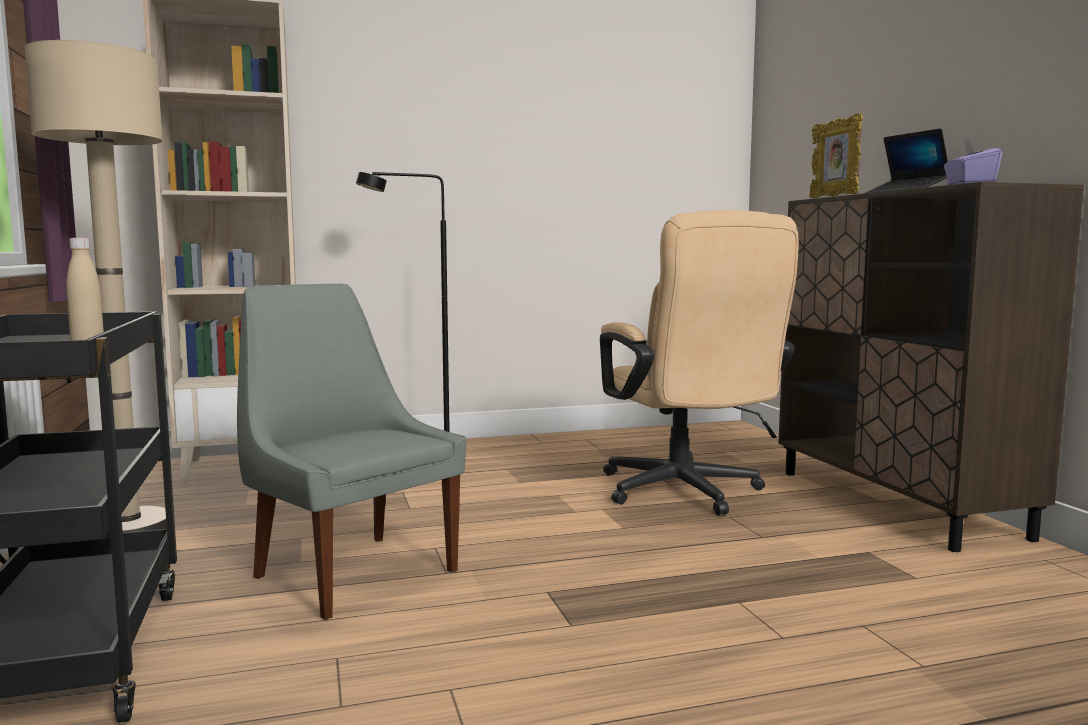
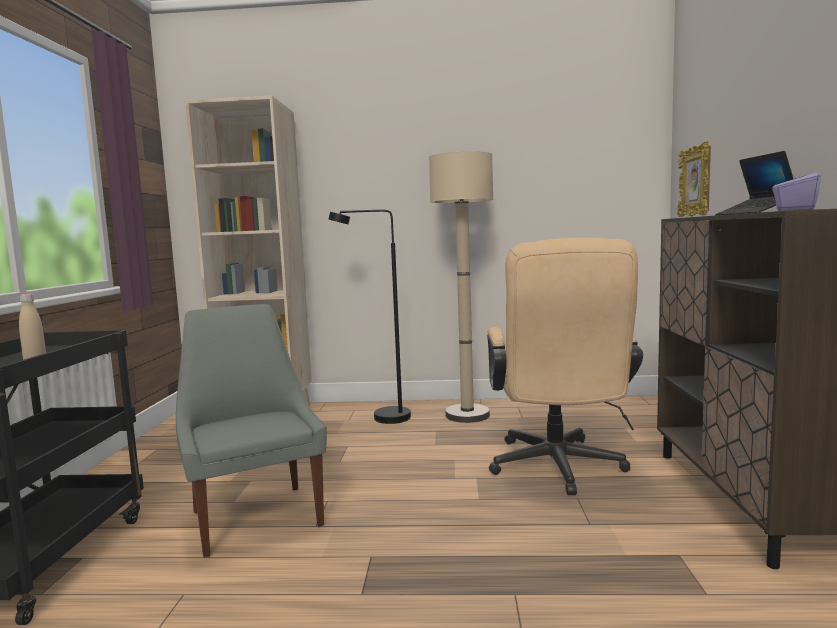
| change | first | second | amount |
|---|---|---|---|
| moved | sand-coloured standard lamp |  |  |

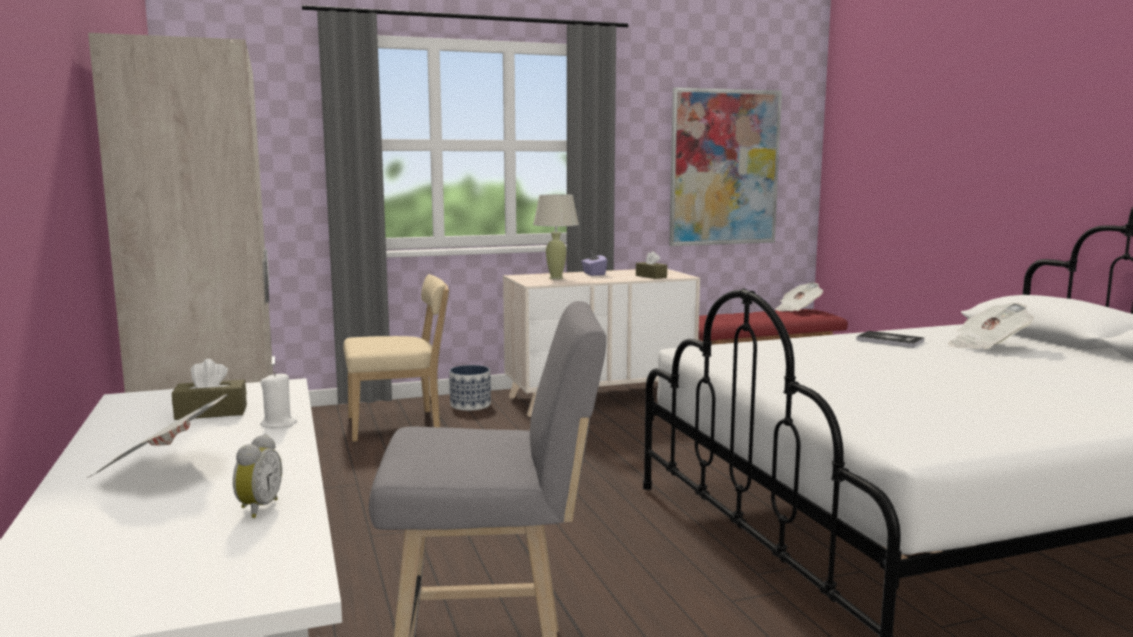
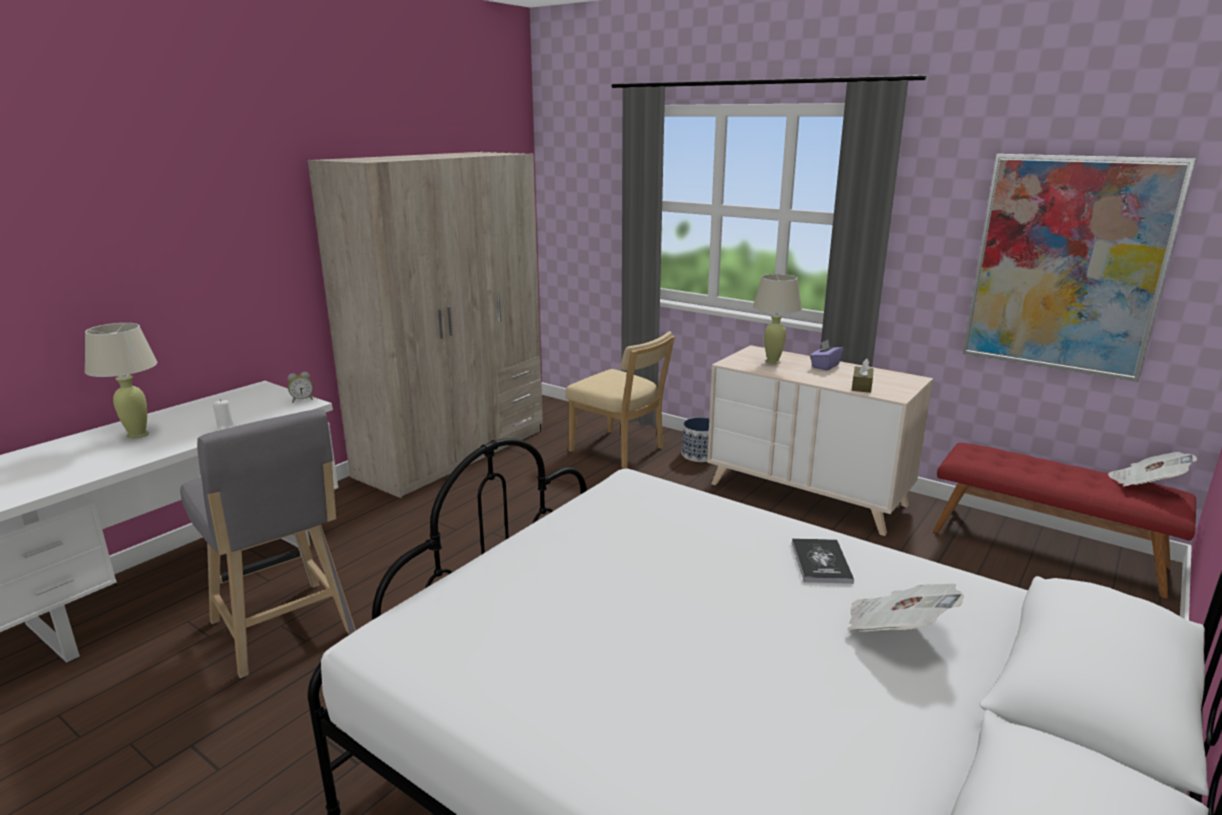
| change | first | second | amount |
|---|---|---|---|
| replaced | daily paper (1st from left) | sand-coloured lamp for a table (1st from left) |  |
| removed | brown-coloured tissue holder (1st from left) |  |  |
| moved | bedside clock |  |  |

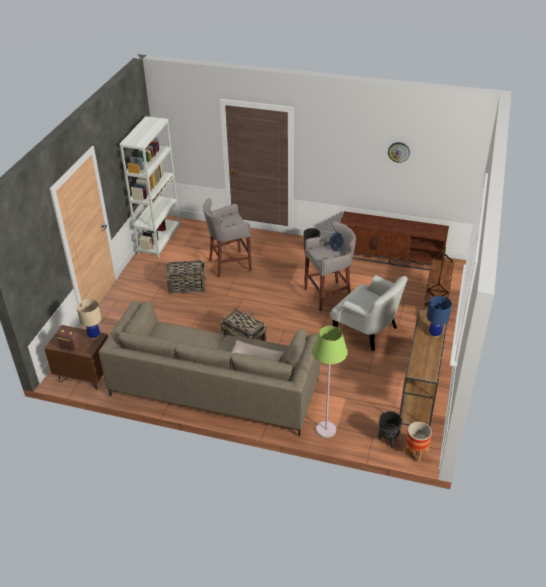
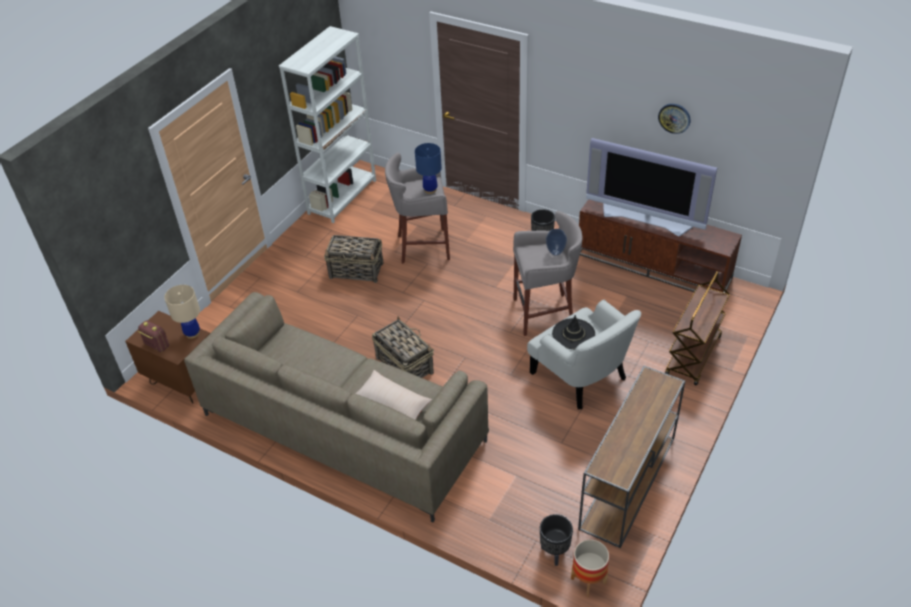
| change | first | second | amount |
|---|---|---|---|
| removed | green standard lamp |  |  |
| moved | blue-coloured lamp for a table |  |  |
| added |  | blackish hat |  |
| added |  | TV |  |

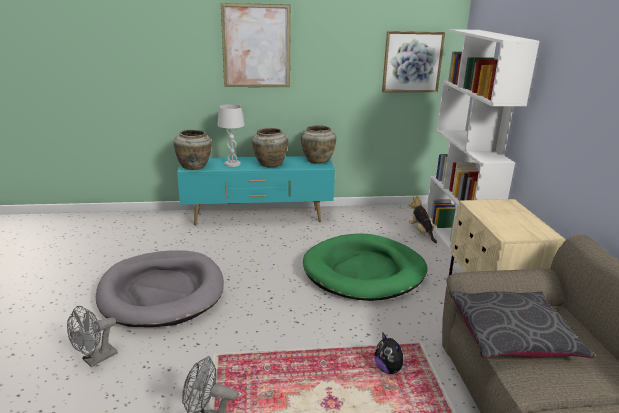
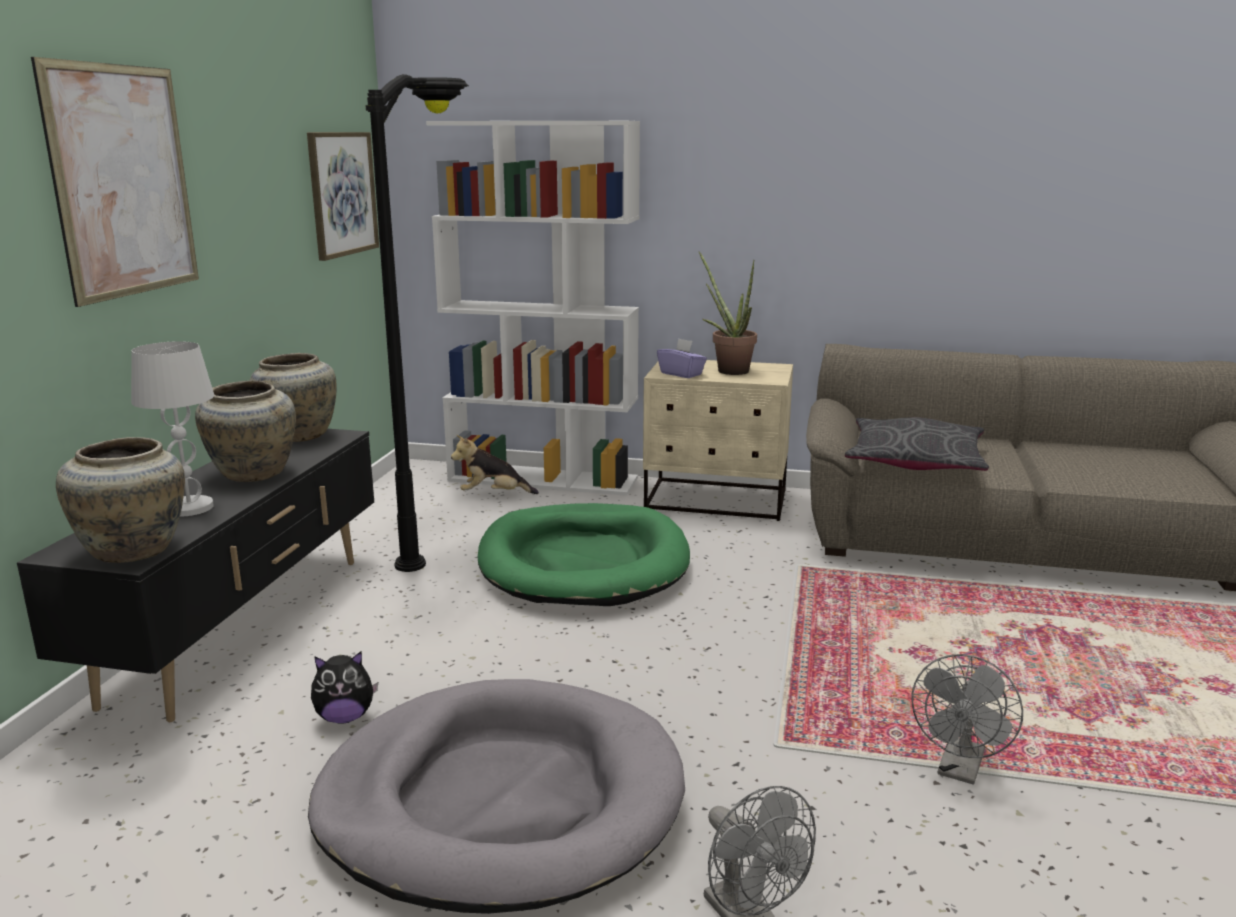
| change | first | second | amount |
|---|---|---|---|
| recoloured | turquoise-coloured tv unit | blackish tv unit |  |
| moved | soft toy (1st from left) |  |  |
| added |  | blackish standard lamp |  |
| added |  | purplish tissue holder |  |
| added |  | potted plant |  |

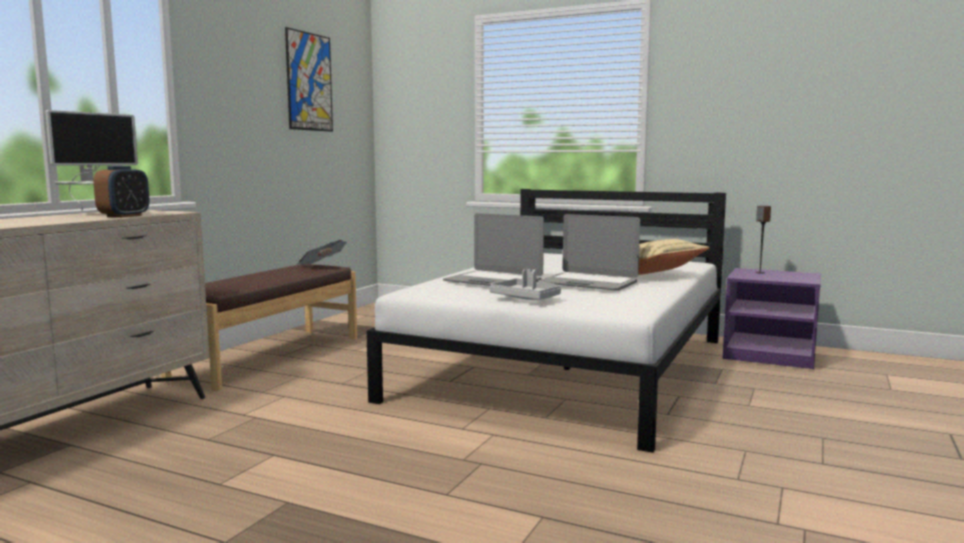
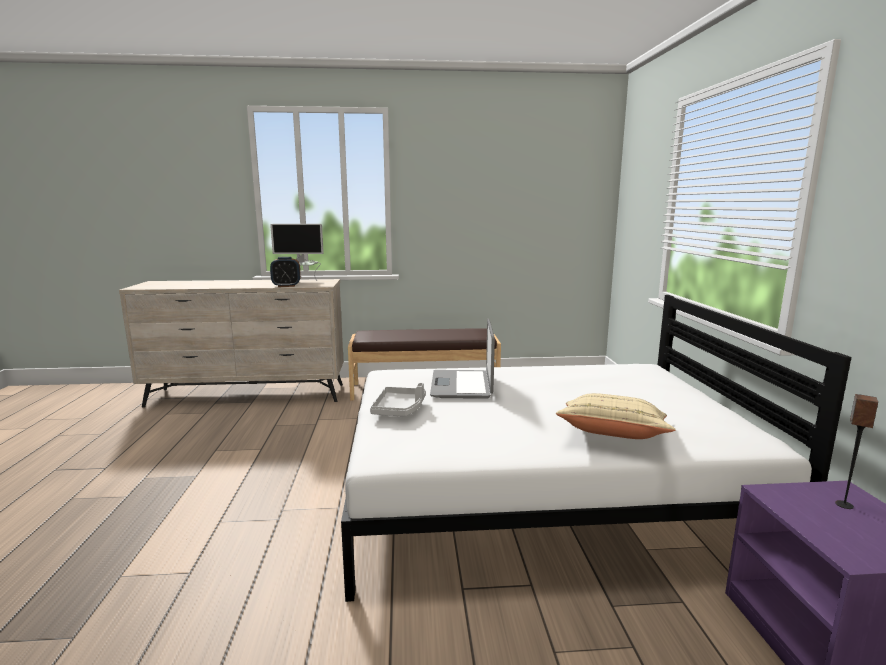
| change | first | second | amount |
|---|---|---|---|
| removed | wall art |  |  |
| removed | daily paper |  |  |
| removed | laptop (2nd from left) |  |  |

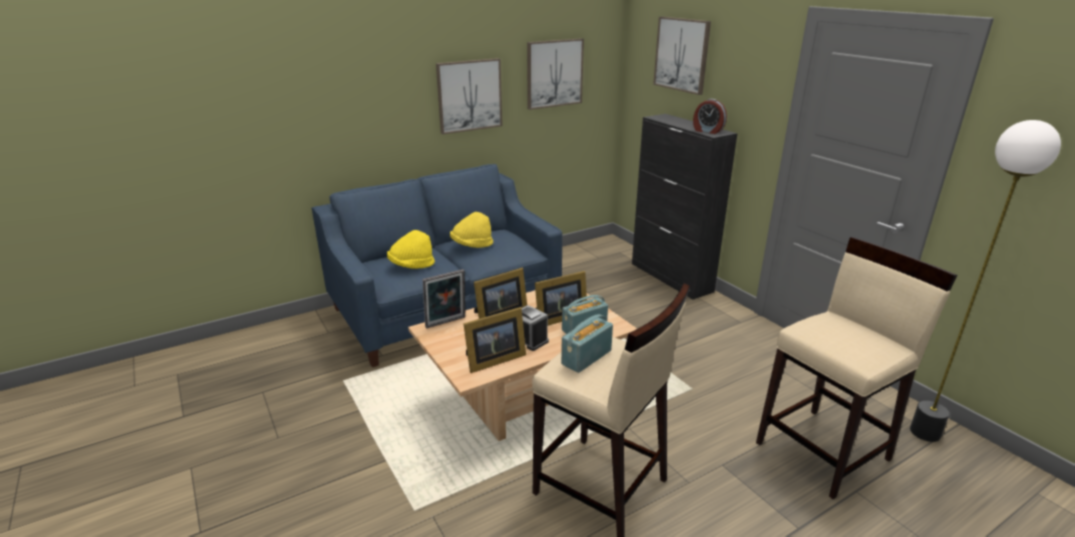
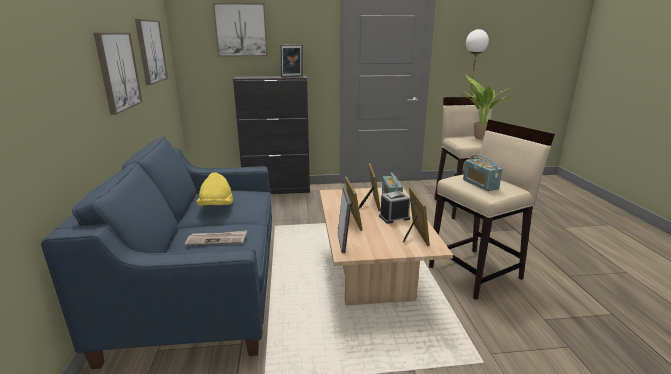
| change | first | second | amount |
|---|---|---|---|
| replaced | yellow-coloured hat (1st from left) | daily paper |  |
| replaced | bedside clock (2nd from left) | standing frame (1st from left) |  |
| added |  | potted plant |  |

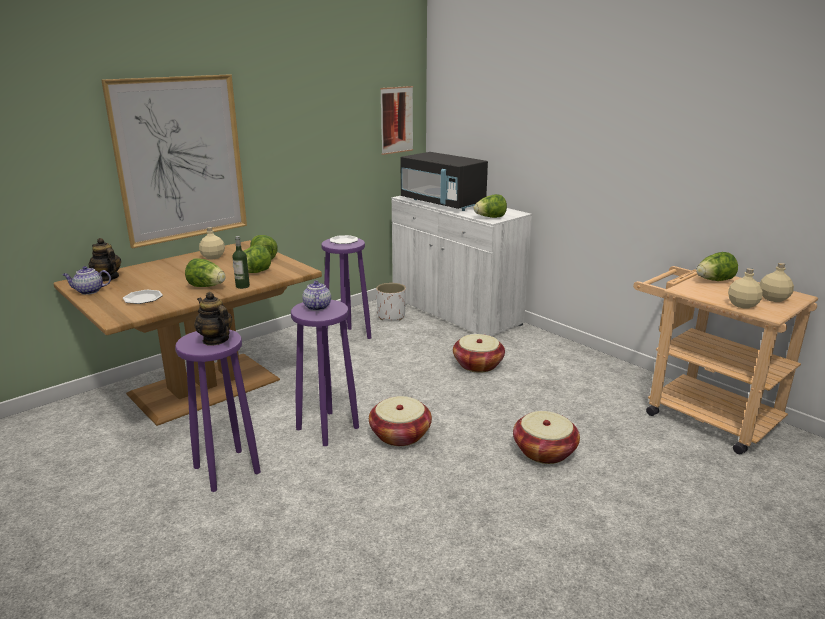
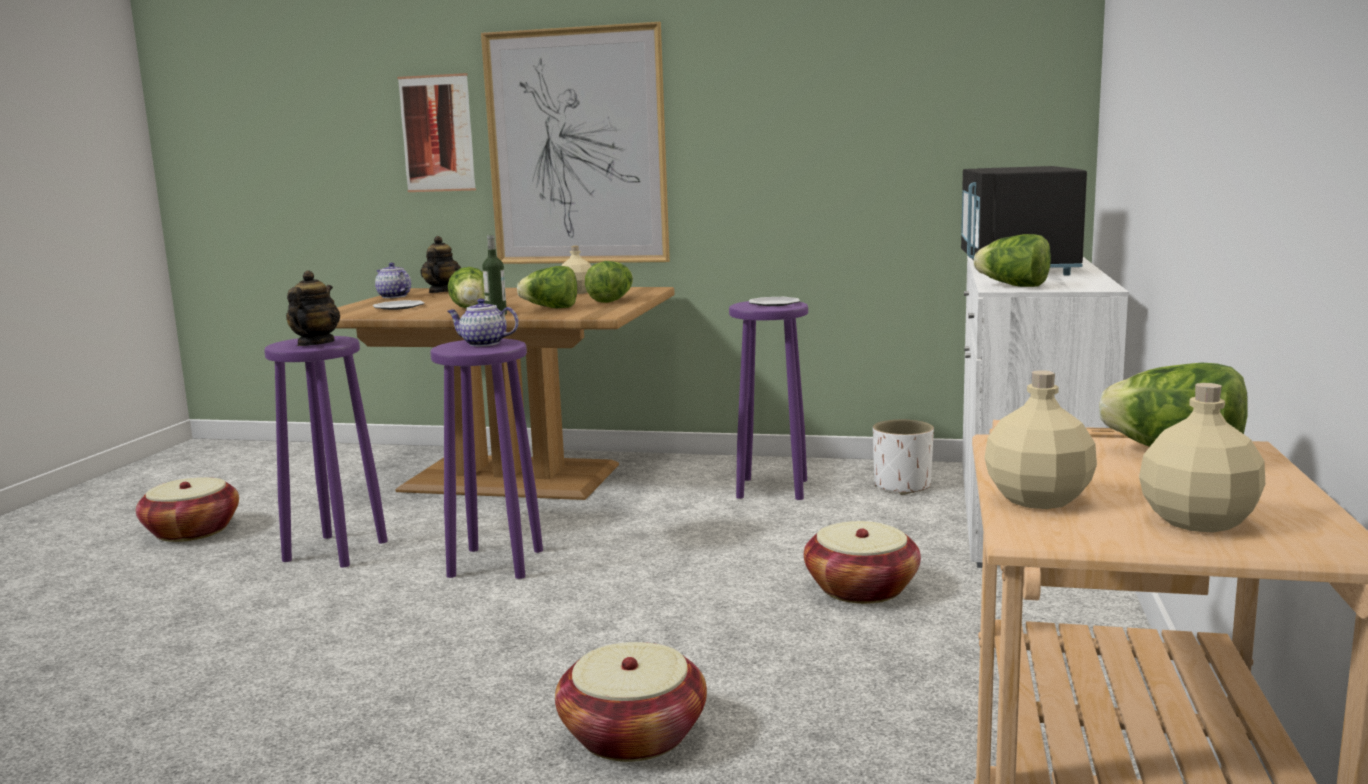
| change | first | second | amount |
|---|---|---|---|
| turned | tea pot (4th from left) |  | 120 degrees counterclockwise |
| moved | storage basket (1st from left) |  |  |
| moved | wall art (2nd from left in the first image) | wall art (1st from left) |  |

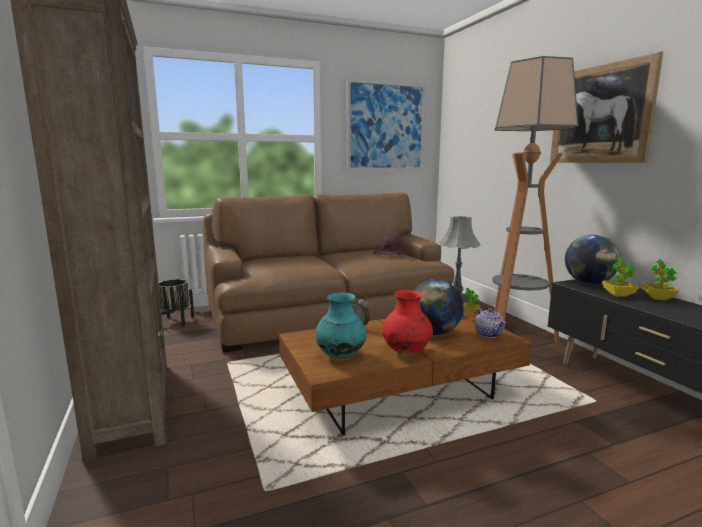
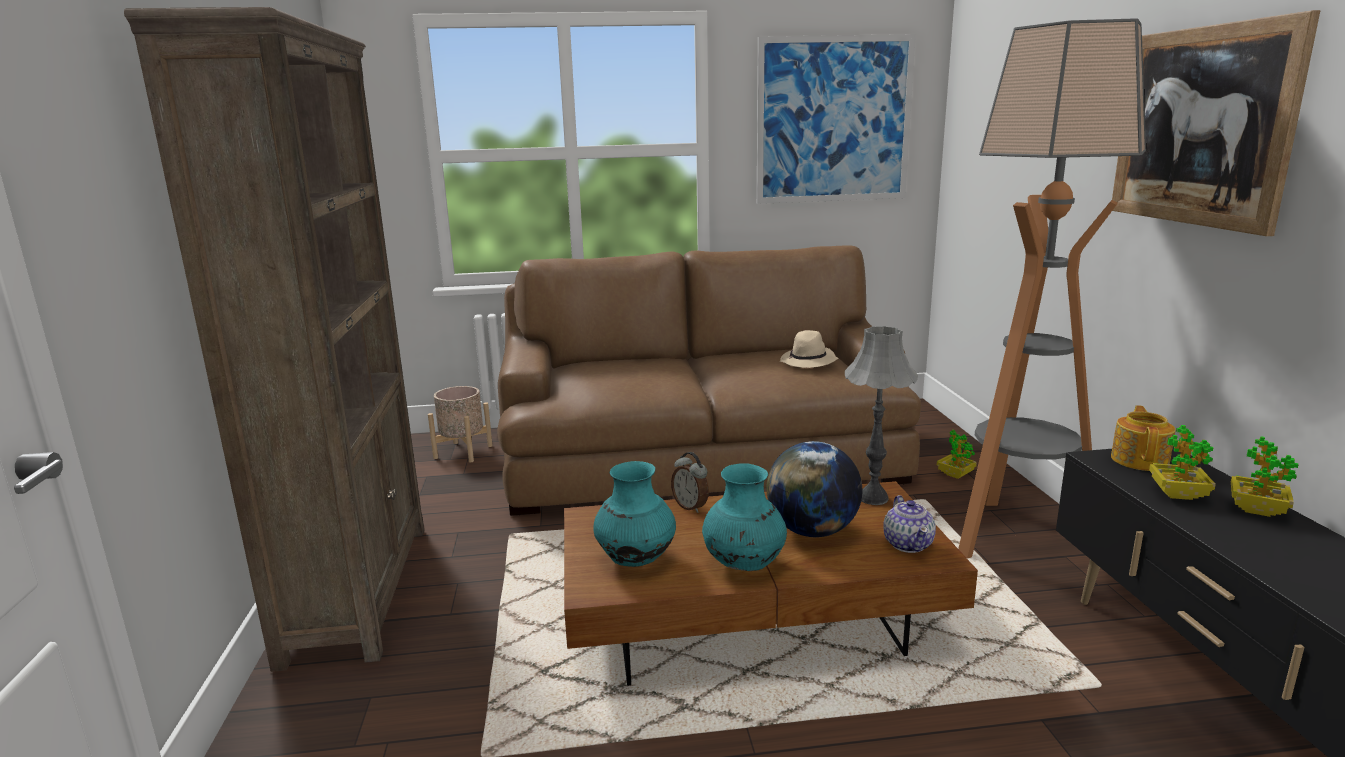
| change | first | second | amount |
|---|---|---|---|
| recoloured | blackish plant pot | sand-coloured plant pot |  |
| recoloured | purplish hat | sand-coloured hat |  |
| recoloured | reddish flower vase | turquoise-coloured flower vase (2nd from left) |  |
| replaced | world globe (2nd from left) | tea pot (2nd from left) |  |

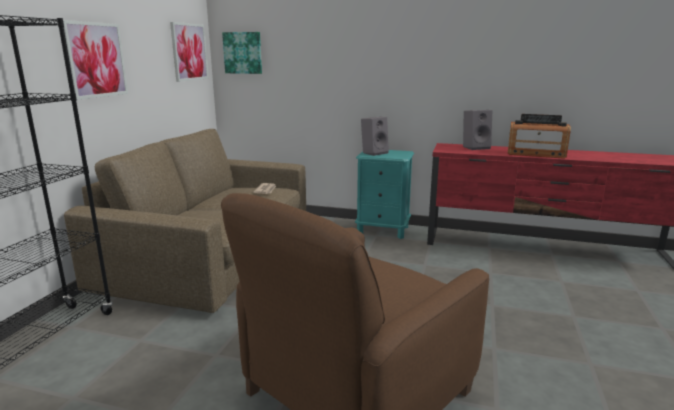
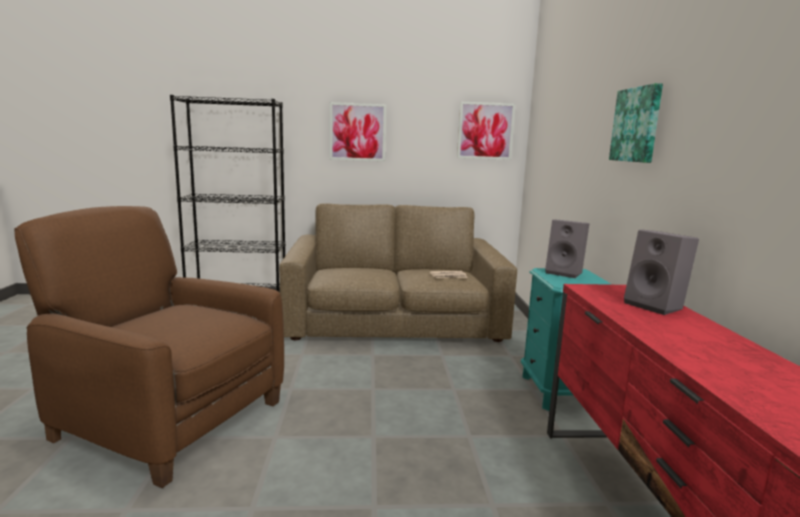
| change | first | second | amount |
|---|---|---|---|
| moved | wall art (3rd from left) |  |  |
| removed | radio |  |  |

